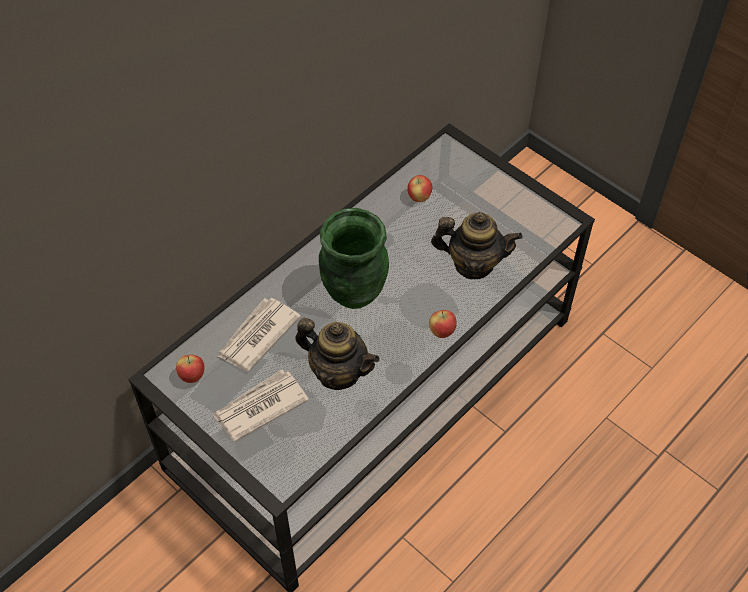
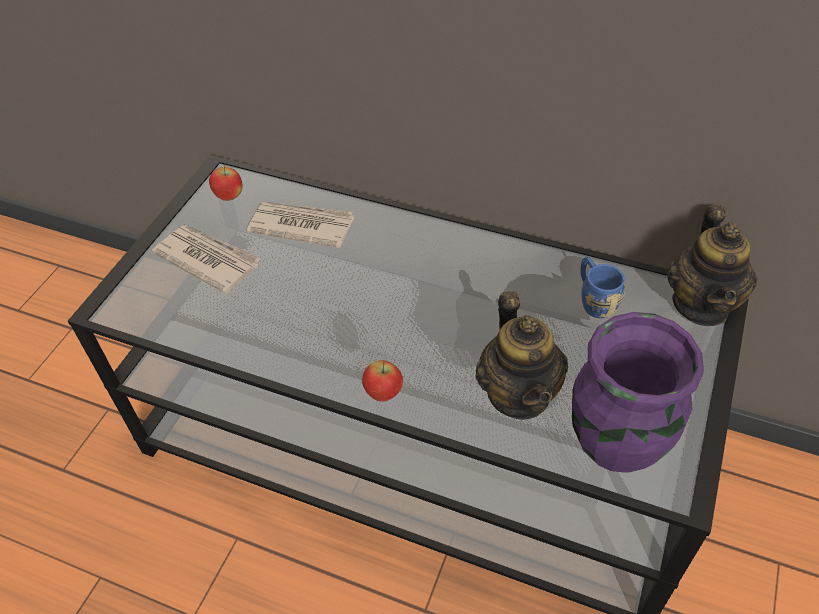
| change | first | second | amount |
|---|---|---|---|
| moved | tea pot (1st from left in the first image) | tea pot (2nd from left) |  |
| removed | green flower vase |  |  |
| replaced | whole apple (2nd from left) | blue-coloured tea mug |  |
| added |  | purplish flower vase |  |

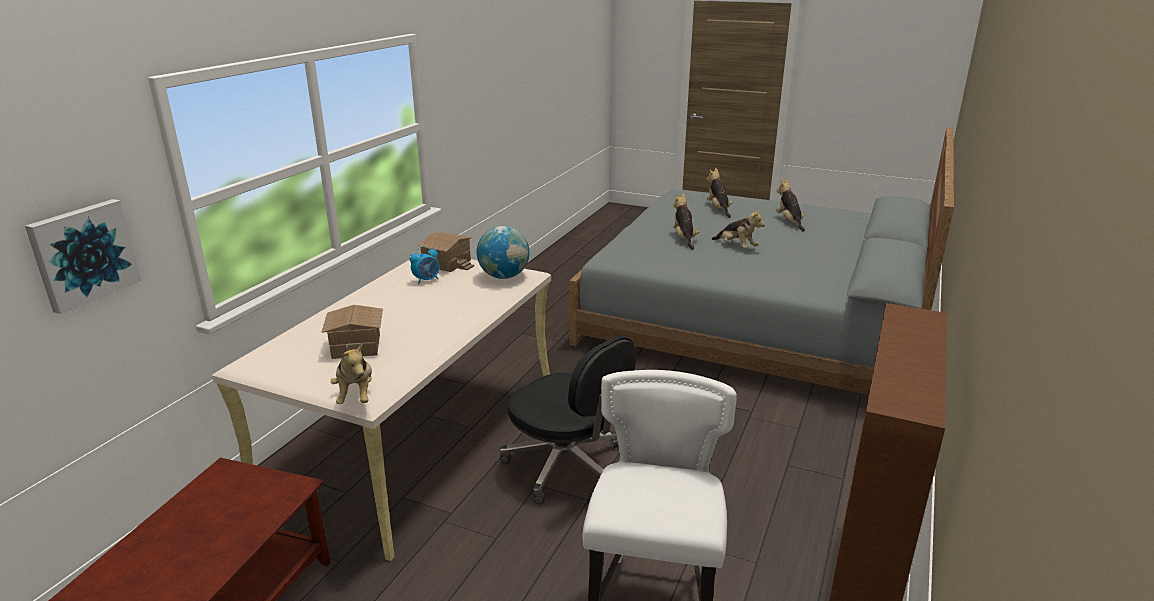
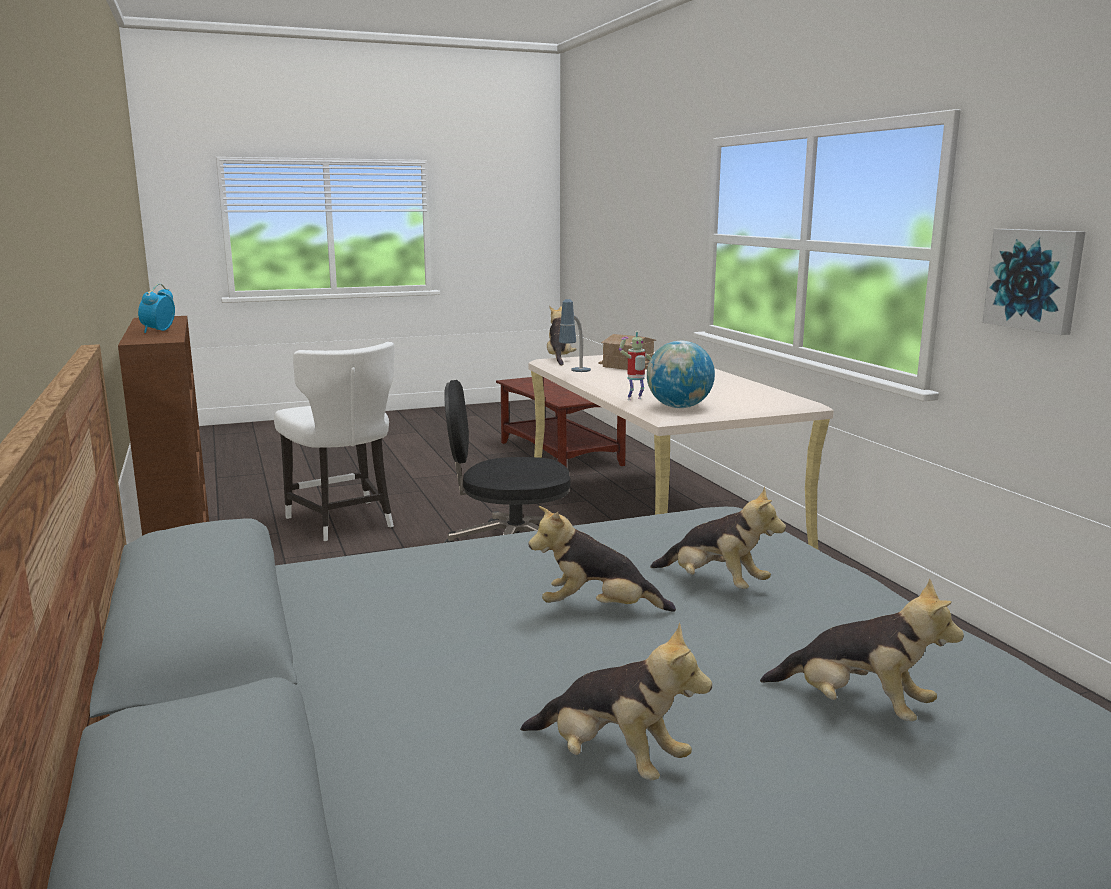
| change | first | second | amount |
|---|---|---|---|
| moved | wall art |  |  |
| turned | soft toy (1st from left) |  | 60 degrees clockwise |
| moved | bedside clock |  |  |
| removed | toy house (2nd from left) |  |  |
| added |  | lamp for a table |  |
| added |  | model robot |  |

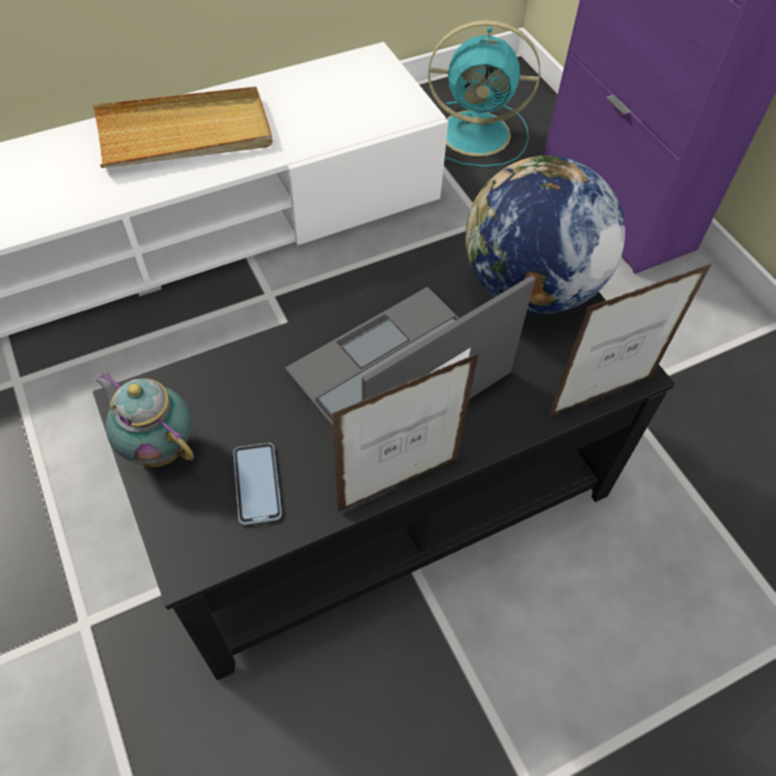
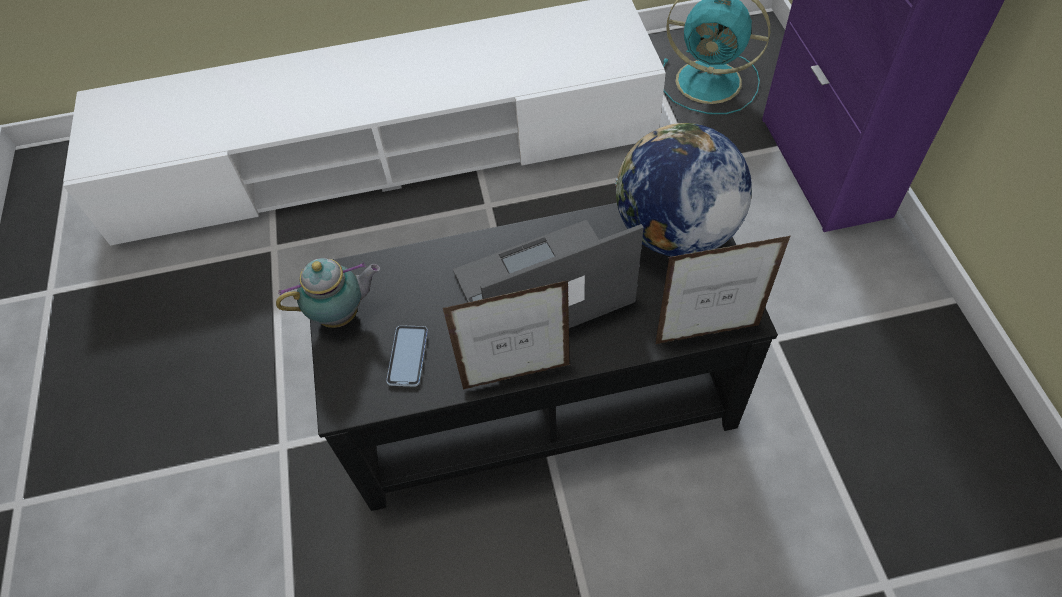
| change | first | second | amount |
|---|---|---|---|
| removed | sand-coloured serving tray |  |  |
| turned | tea pot |  | 105 degrees clockwise |

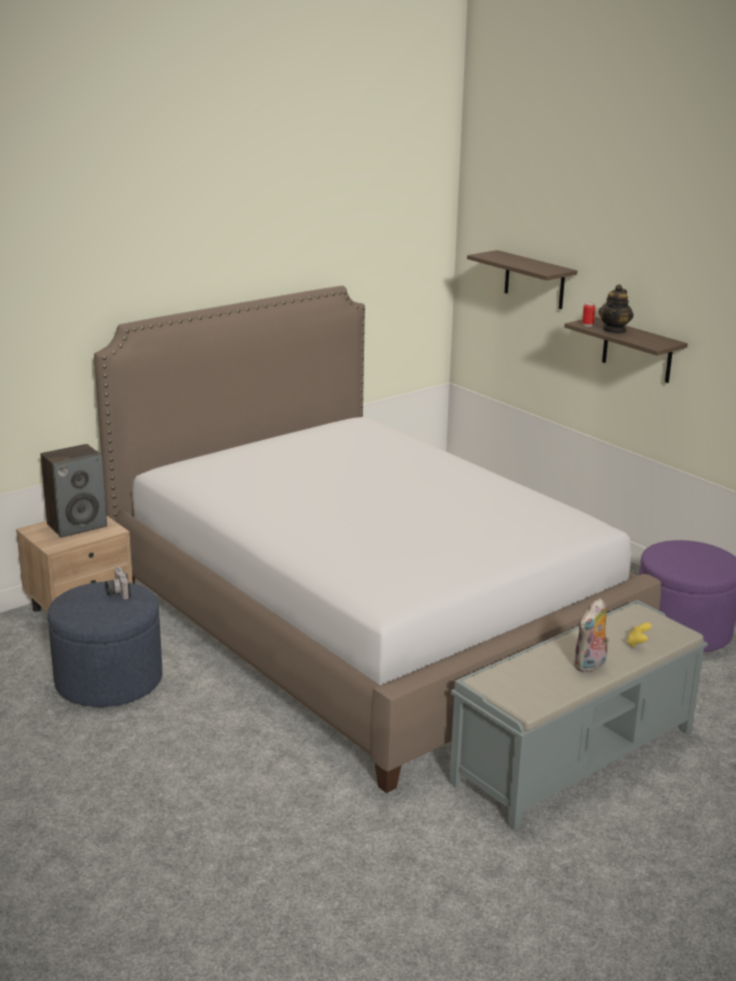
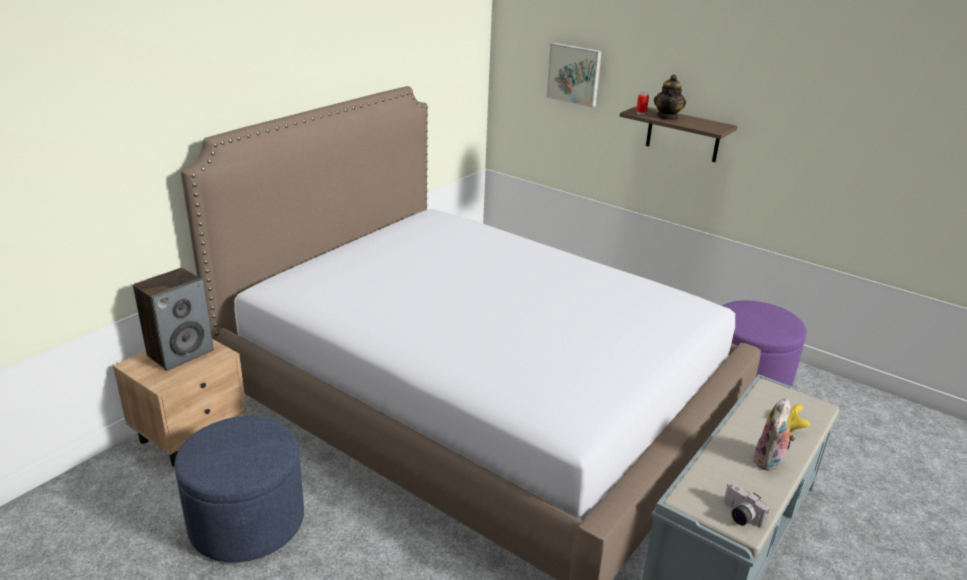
| change | first | second | amount |
|---|---|---|---|
| moved | photo camera |  |  |
| replaced | wall shelf (1st from left) | wall art |  |

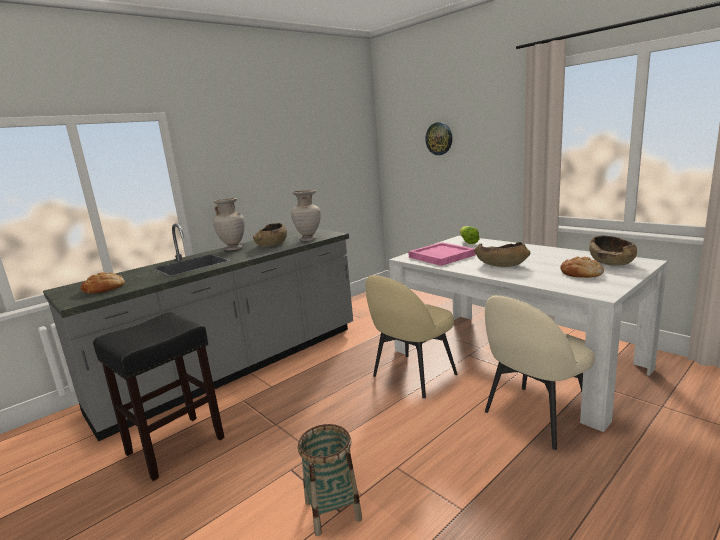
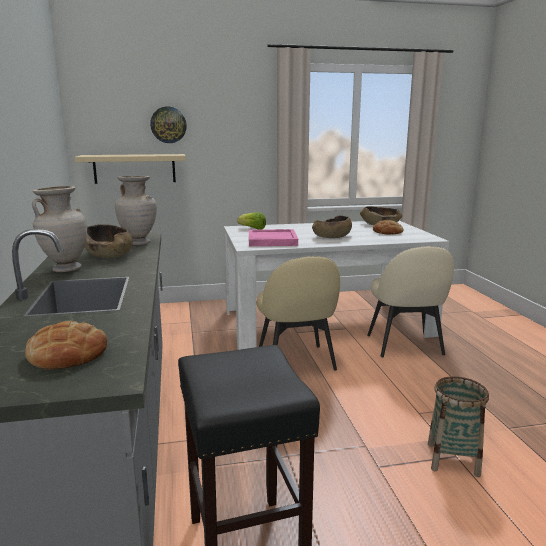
| change | first | second | amount |
|---|---|---|---|
| added |  | sand-coloured wall shelf |  |

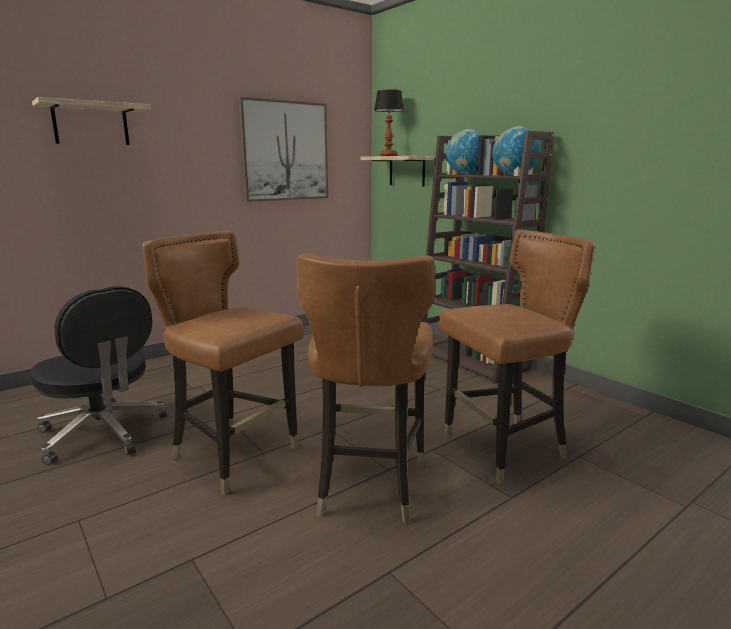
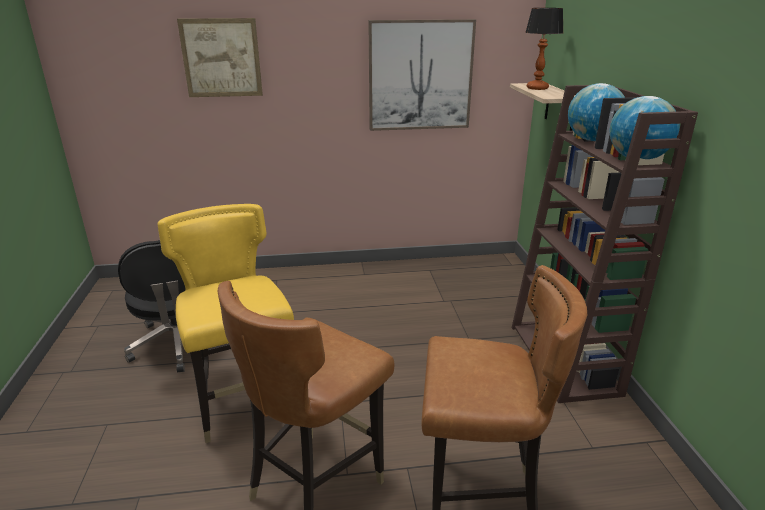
| change | first | second | amount |
|---|---|---|---|
| replaced | wall shelf (1st from left) | wall art (1st from left) |  |
| recoloured | brown-coloured upright chair (1st from left) | yellow-coloured upright chair |  |

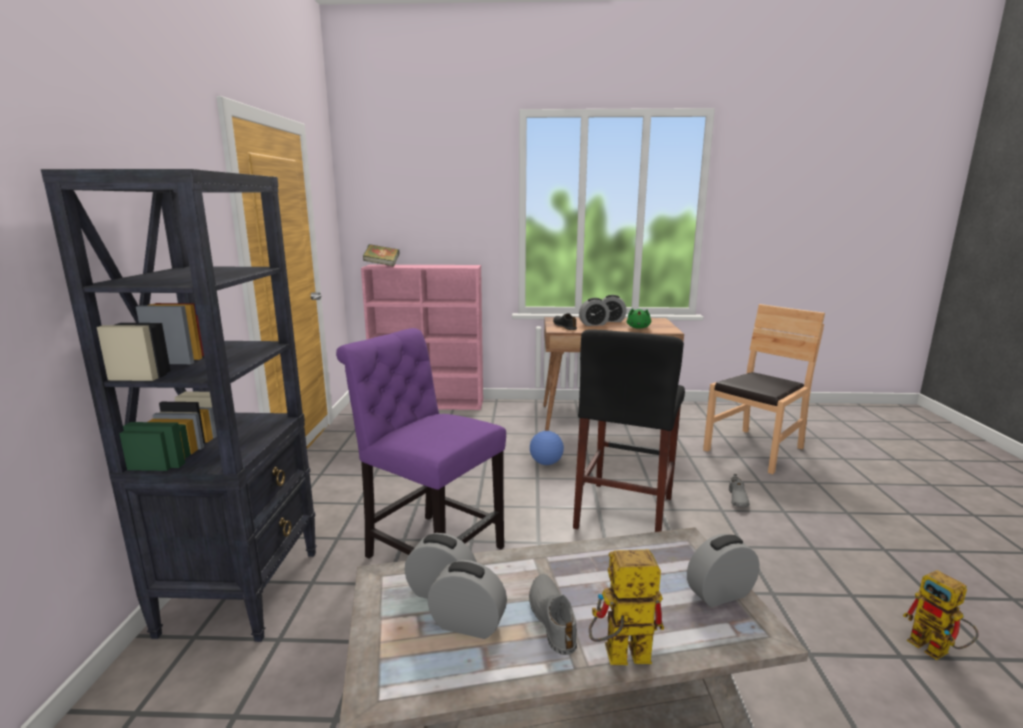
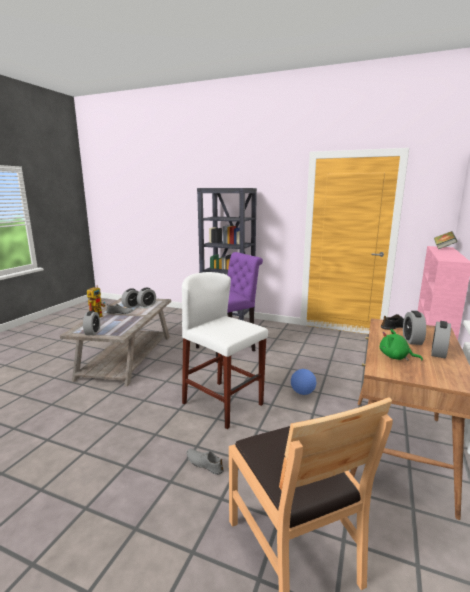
| change | first | second | amount |
|---|---|---|---|
| recoloured | blackish stool seat | white stool seat |  |
| removed | model robot (2nd from left) |  |  |

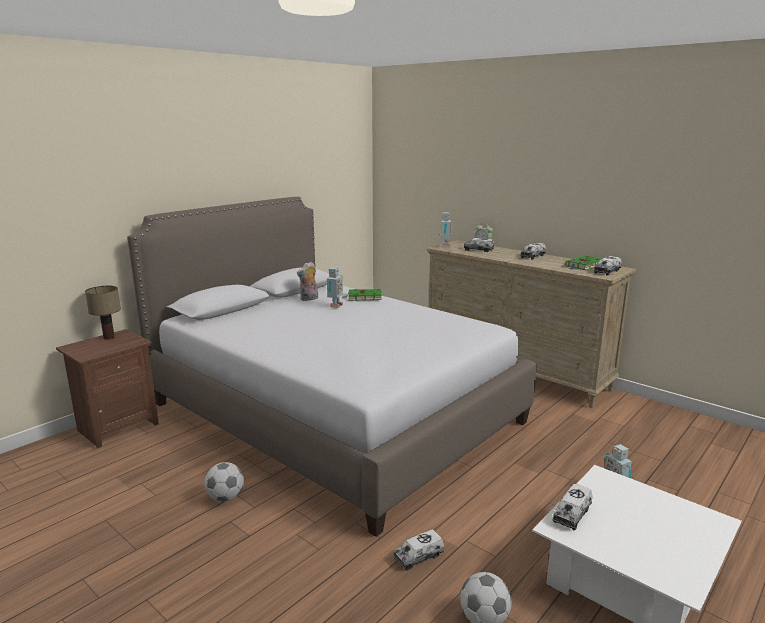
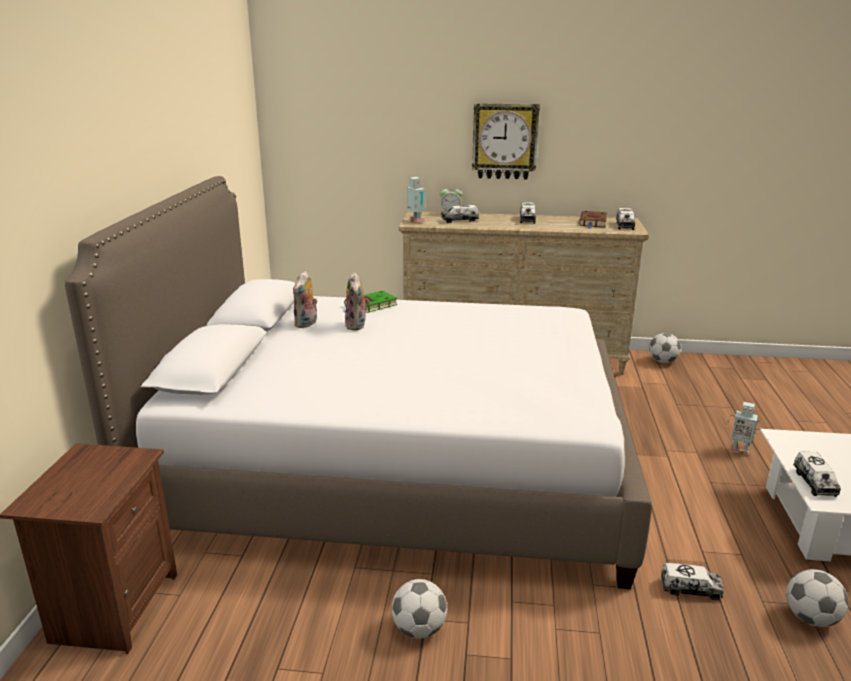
| change | first | second | amount |
|---|---|---|---|
| removed | lamp for a table |  |  |
| replaced | model robot (1st from left) | soft toy (2nd from left) |  |
| turned | toy lorry (1st from left in the first image) | toy lorry (4th from left) | 105 degrees counterclockwise |
| recoloured | green bound book (2nd from left) | brown-coloured bound book |  |
| added |  | hanging clock |  |
| added |  | ball for football (2nd from left) |  |

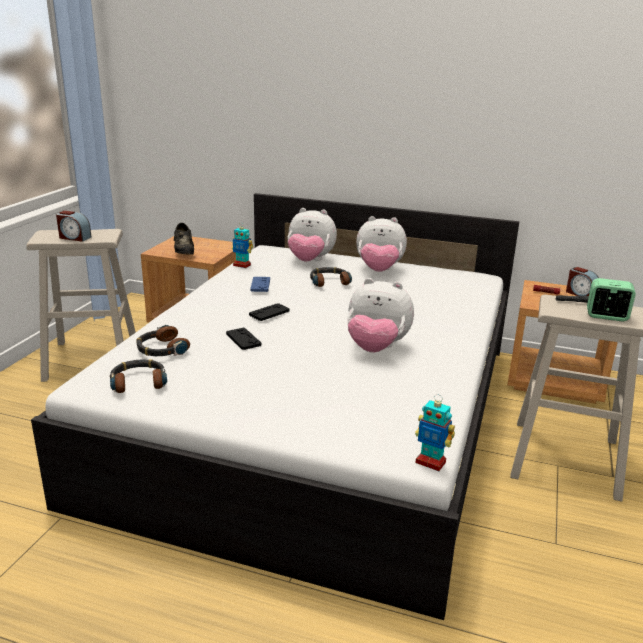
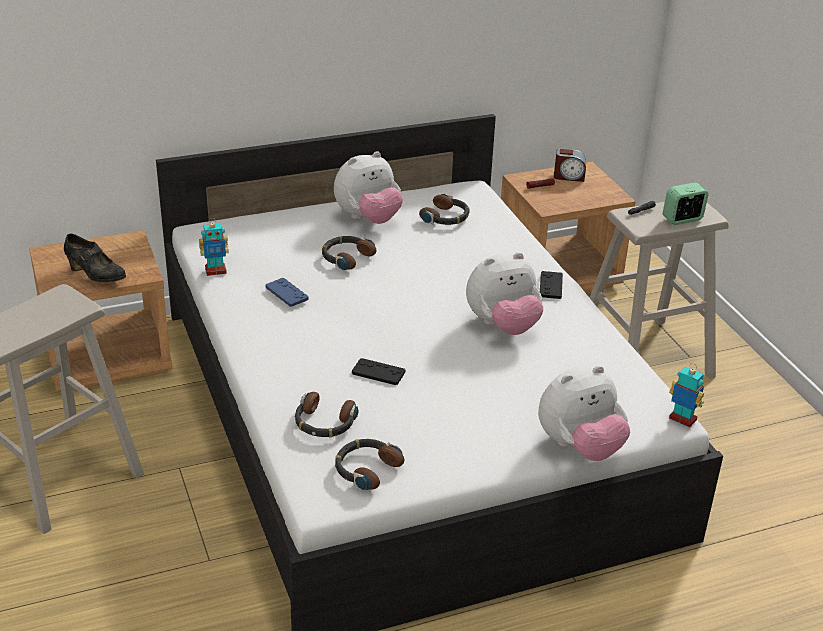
| change | first | second | amount |
|---|---|---|---|
| removed | bedside clock (1st from left) |  |  |
| moved | blackish game controller (2nd from left) |  |  |
| moved | soft toy (1st from left in the first image) | soft toy (3rd from left) |  |
| turned | model robot (2nd from left) |  | 135 degrees counterclockwise |
| added |  | headset (4th from left) |  |

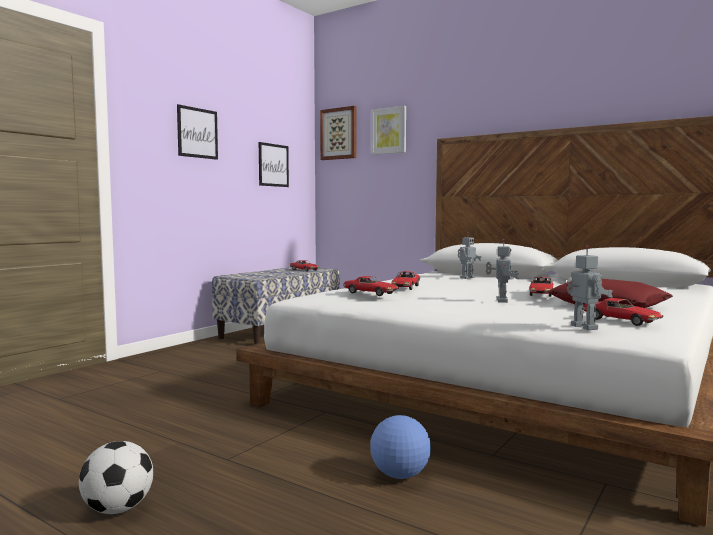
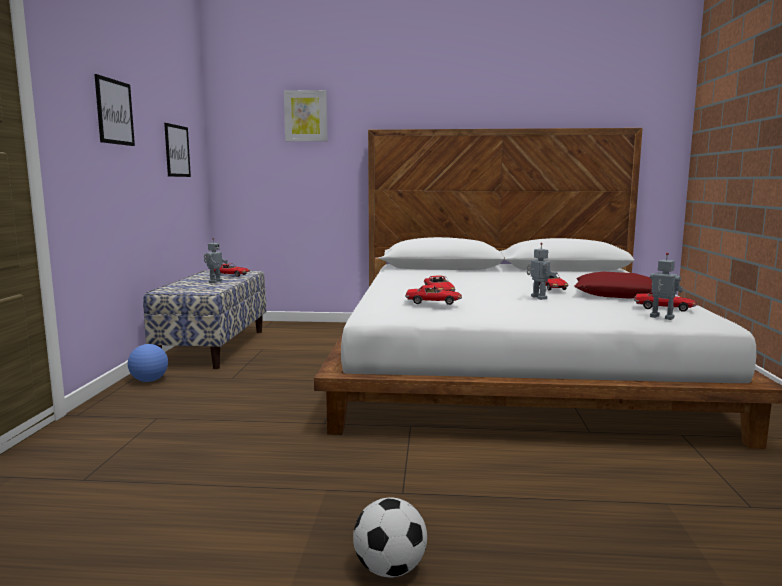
| change | first | second | amount |
|---|---|---|---|
| removed | wall art (3rd from left) |  |  |
| moved | ball for football (2nd from left in the first image) | ball for football (1st from left) |  |
| moved | model robot (1st from left) |  |  |

